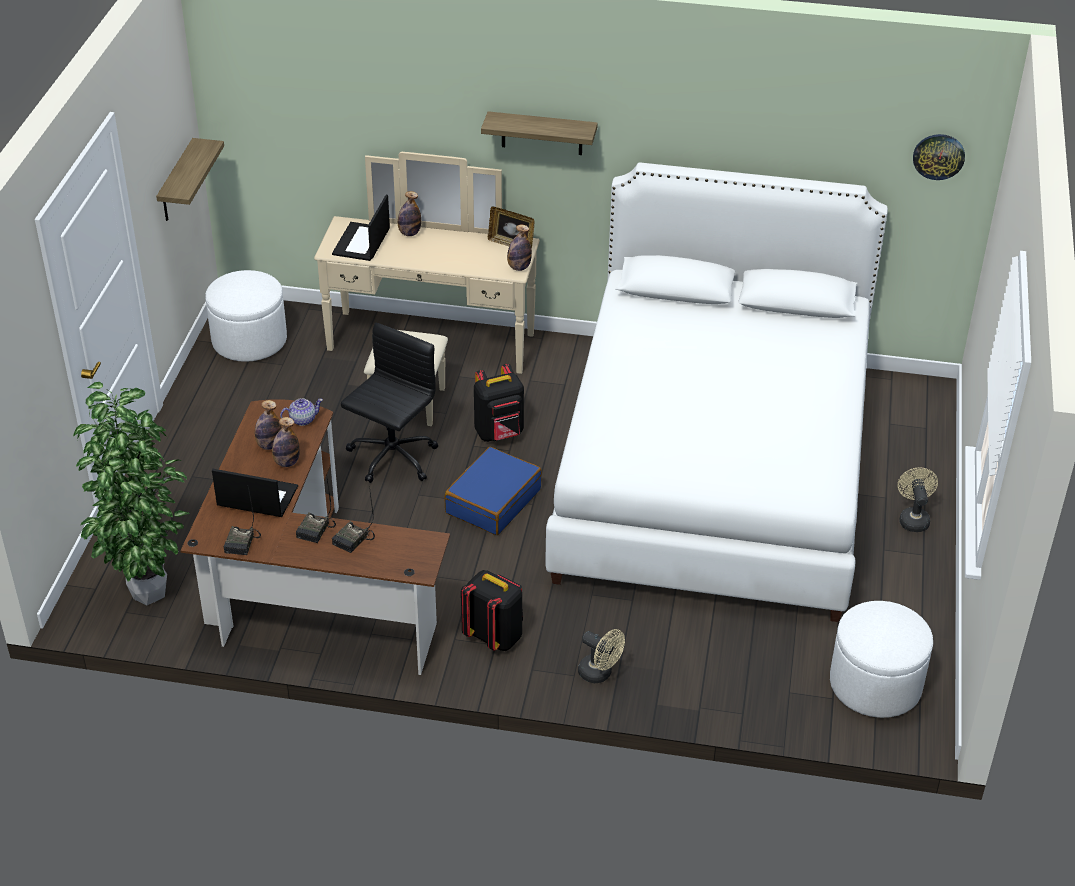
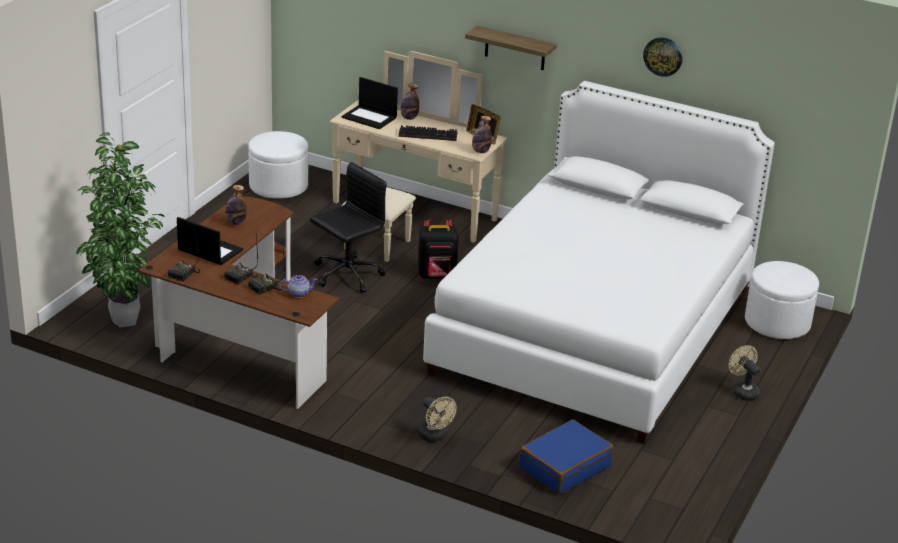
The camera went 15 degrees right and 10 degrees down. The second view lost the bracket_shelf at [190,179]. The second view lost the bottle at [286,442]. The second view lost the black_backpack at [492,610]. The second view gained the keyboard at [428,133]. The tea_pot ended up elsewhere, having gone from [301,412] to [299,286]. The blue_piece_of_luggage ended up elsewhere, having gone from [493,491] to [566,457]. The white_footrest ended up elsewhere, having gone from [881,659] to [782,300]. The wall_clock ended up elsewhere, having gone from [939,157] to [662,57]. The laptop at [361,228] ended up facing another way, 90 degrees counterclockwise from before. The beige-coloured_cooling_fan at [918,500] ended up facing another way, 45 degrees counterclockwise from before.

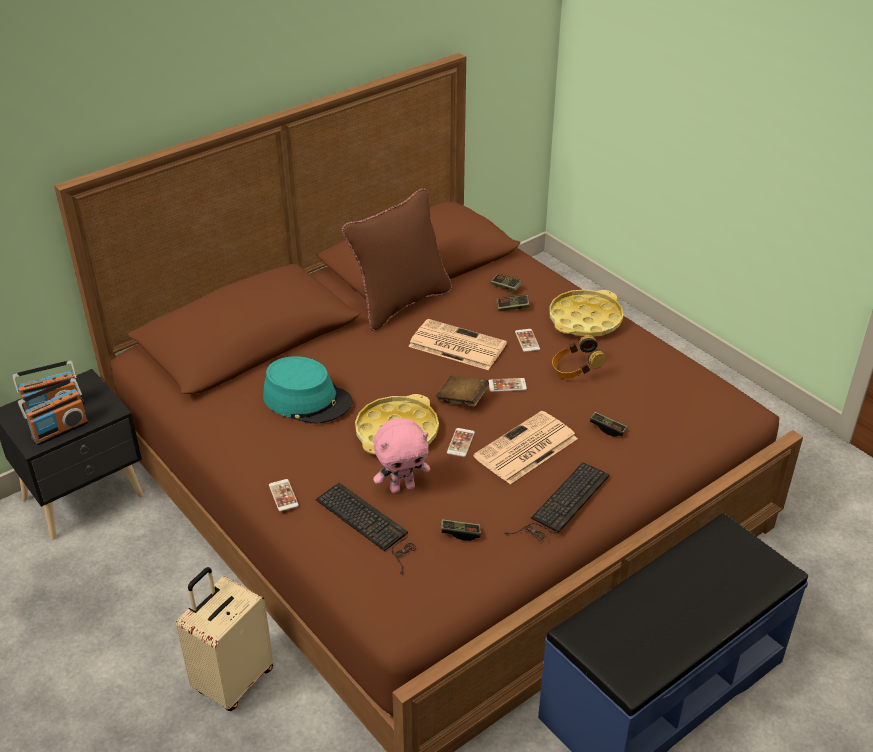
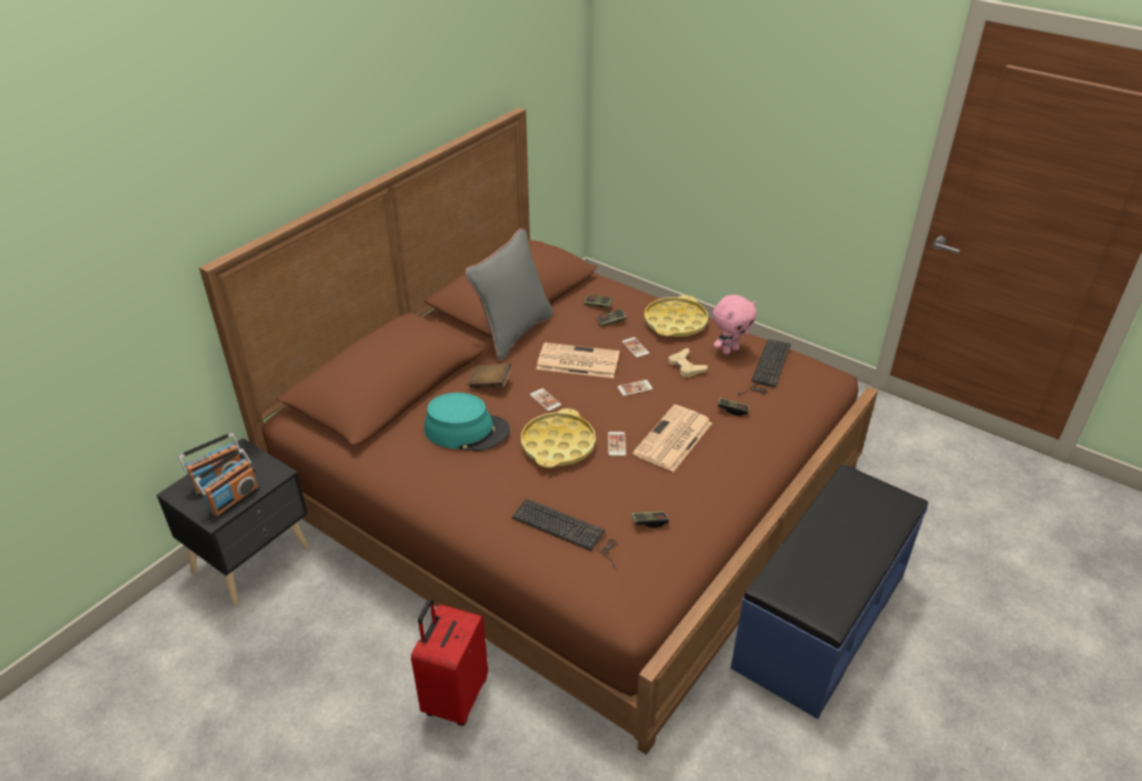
The camera went 15 degrees left and 0 degrees up. The handset ended up elsewhere, having gone from [284,495] to [545,399]. The pink_plush_toy ended up elsewhere, having gone from [401,455] to [735,325]. The brownish_book ended up elsewhere, having gone from [462,391] to [489,376]. The keyboard ended up elsewhere, having gone from [556,501] to [764,367]. Where the pair_of_headphones stood at [579,357], the beige-coloured_game_controller came to stand at [688,363]. What was the beige-coloured_piece_of_luggage at [224,639] turned into the red_piece_of_luggage at [449,662]. What was the brownish_pillow at [397,259] turned into the greyish_pillow at [509,294].

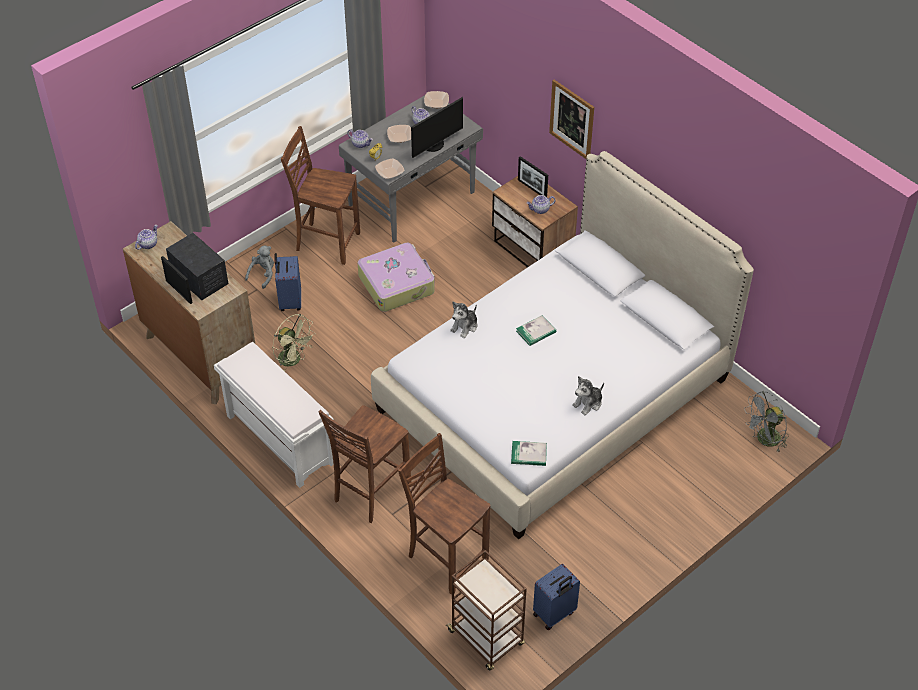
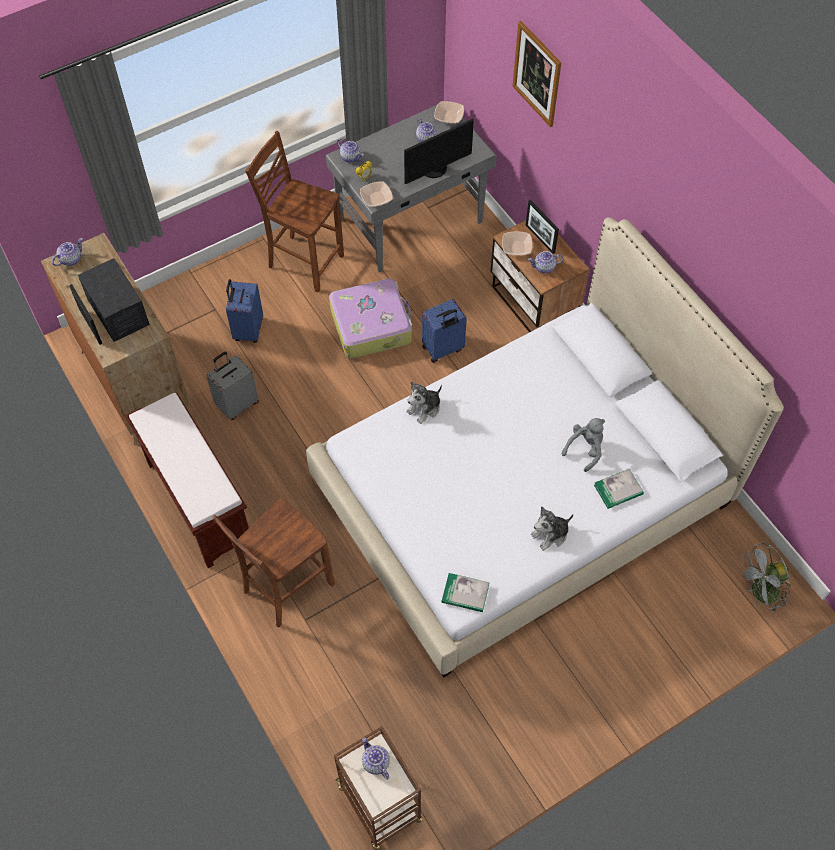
The camera went 10 degrees right and 10 degrees up. The second view lost the brownish_plain_chair at [444,514]. The second view gained the tea_pot at [376,758]. The greyish_plush_toy ended up elsewhere, having gone from [259,267] to [583,445]. The deep_dish ended up elsewhere, having gone from [399,134] to [517,243]. The book ended up elsewhere, having gone from [536,330] to [619,489]. The blue_piece_of_luggage ended up elsewhere, having gone from [556,597] to [444,331]. The wall_art ended up elsewhere, having gone from [571,119] to [536,74]. Where the green-coloured_cooling_fan stood at [294,342], the greyish_piece_of_luggage came to stand at [233,386]. What was the white_indoor_bench at [274,415] turned into the brownish_indoor_bench at [187,480].

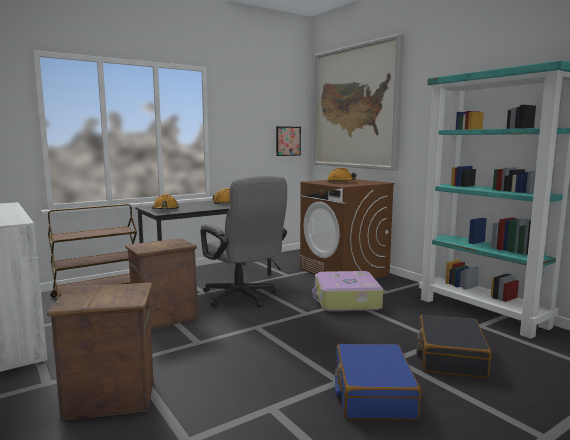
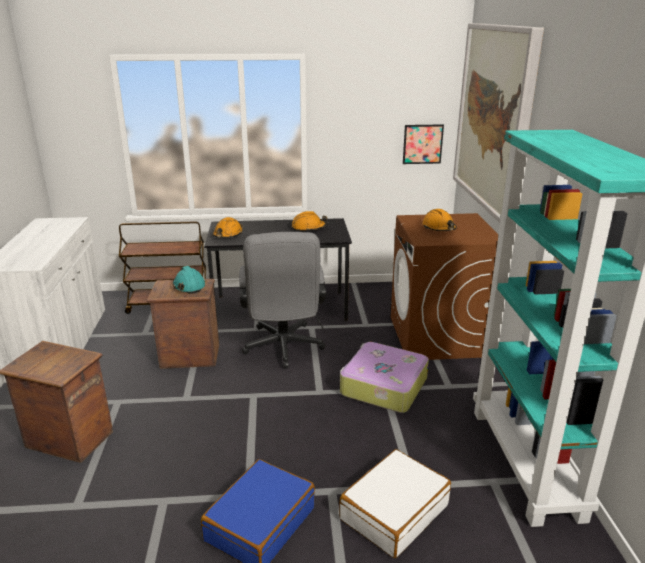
The camera went 30 degrees right and 15 degrees up. The second view gained the blue-green_safety_helmet at [189,280]. What was the black_piece_of_luggage at [453,346] turned into the white_piece_of_luggage at [395,503].

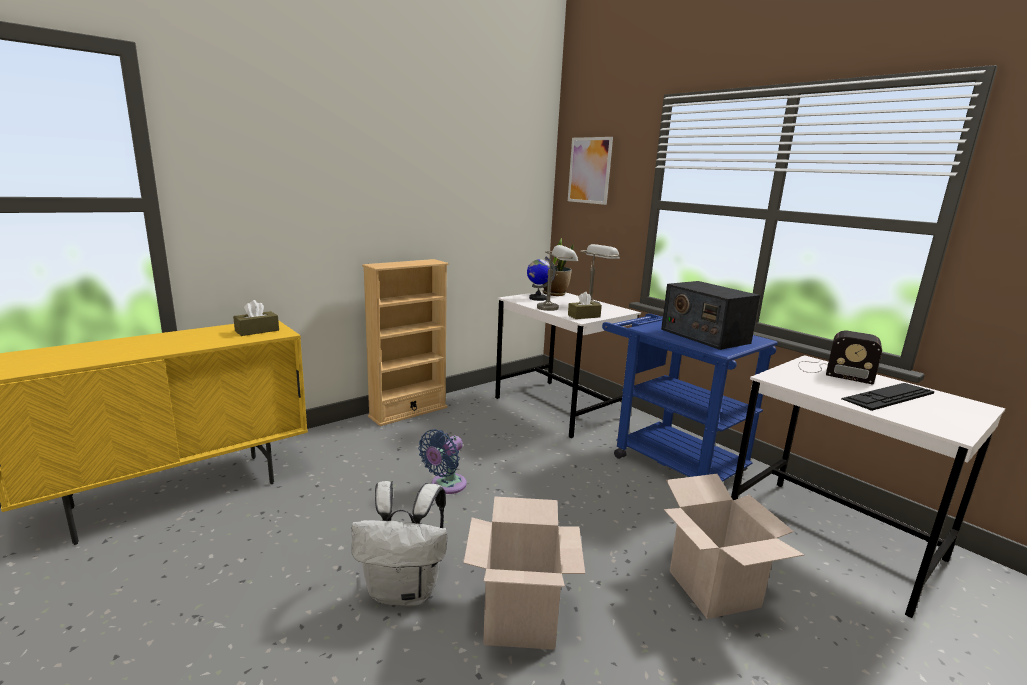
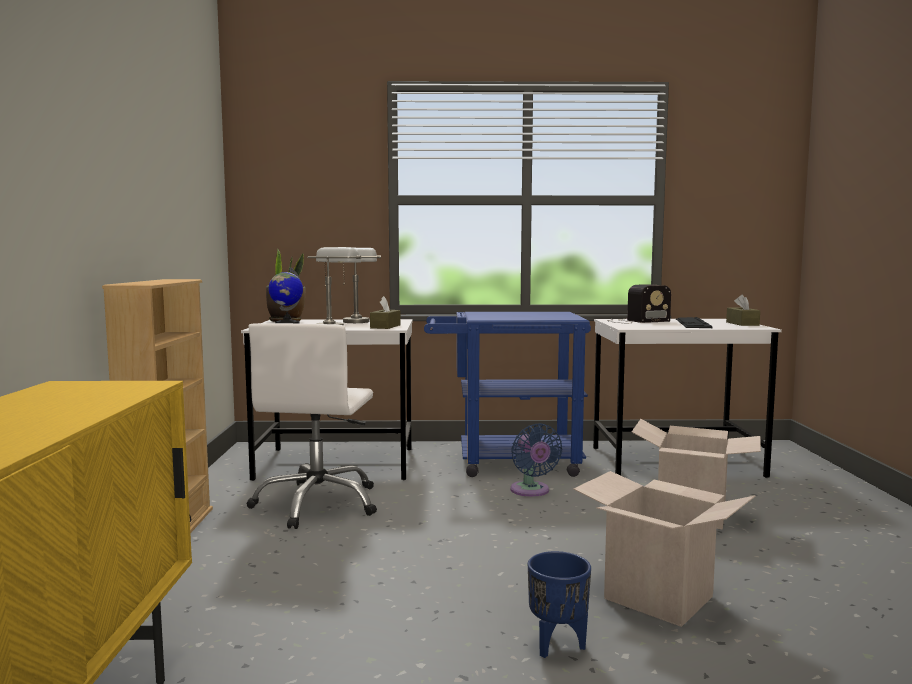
The camera went 50 degrees left and 10 degrees down. The second view lost the wall_art at [590,171]. The second view lost the radio at [710,315]. The second view gained the white_office_chair at [312,426]. The brownish_box_of_tissues ended up elsewhere, having gone from [256,318] to [743,310]. The blue_cooling_fan ended up elsewhere, having gone from [442,461] to [536,460]. Where the white_backpack stood at [400,543], the blue_plant_pot came to stand at [559,604].

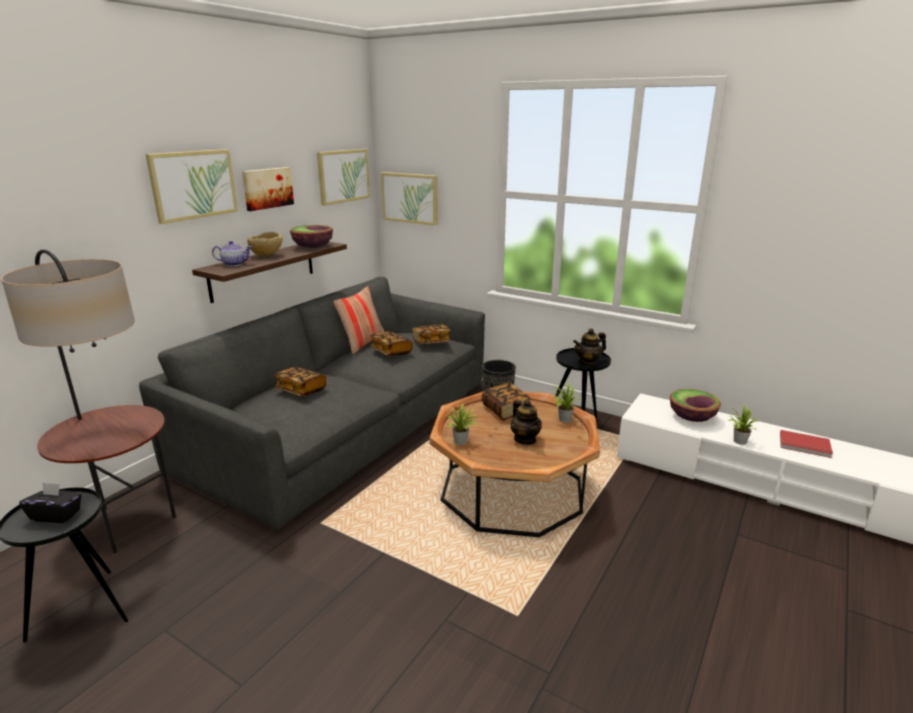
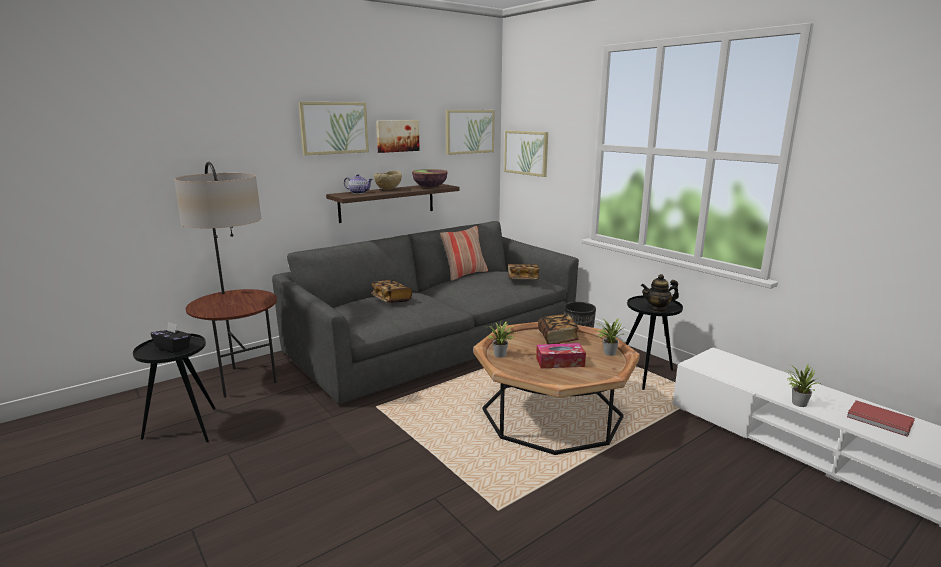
The camera went 20 degrees right and 5 degrees down. The second view lost the book at [391,343]. The second view lost the deep_dish at [695,405]. Where the tea_pot stood at [526,422], the box_of_tissues came to stand at [561,356].

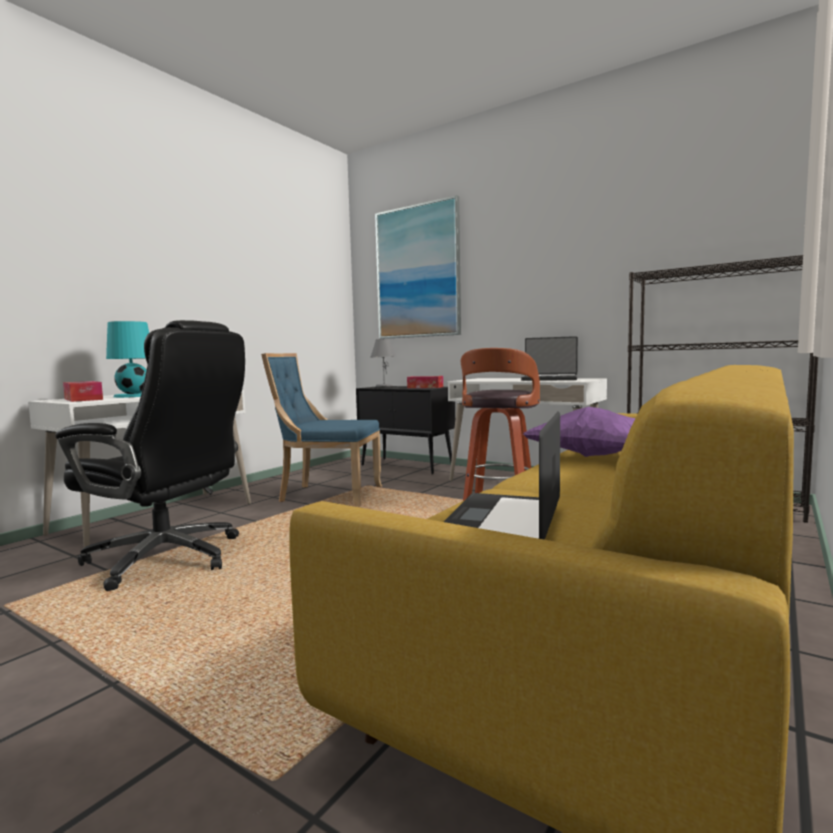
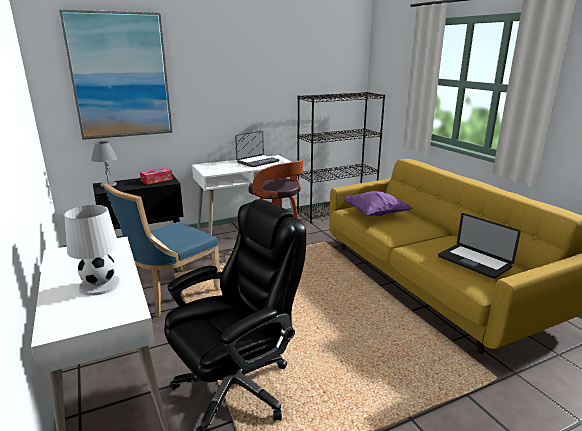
The camera went 60 degrees left and 15 degrees up. The second view lost the box_of_tissues at [83,391]. What was the blue-green_tabletop_lamp at [127,359] turned into the white_tabletop_lamp at [92,250].

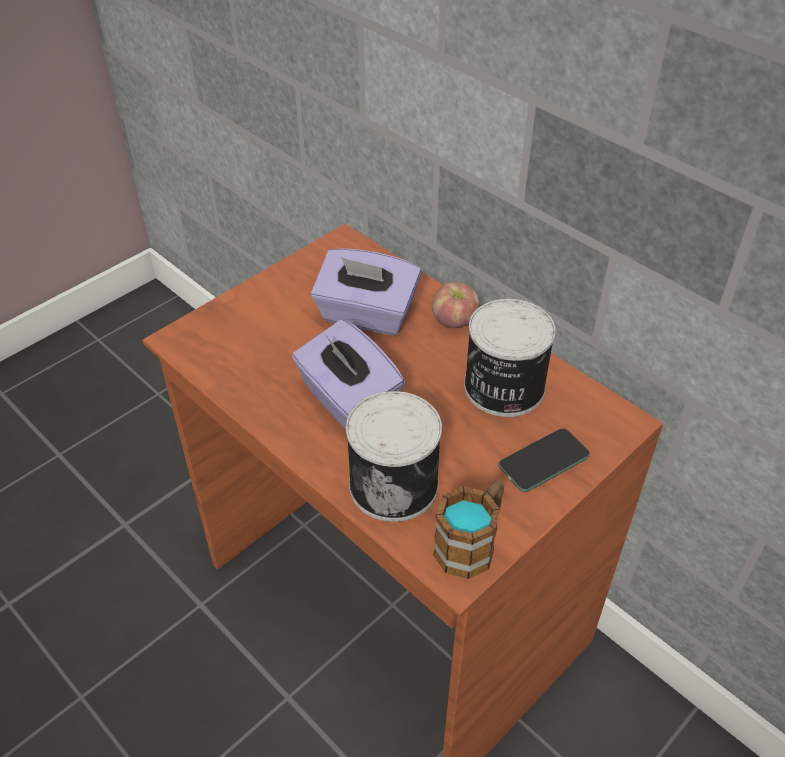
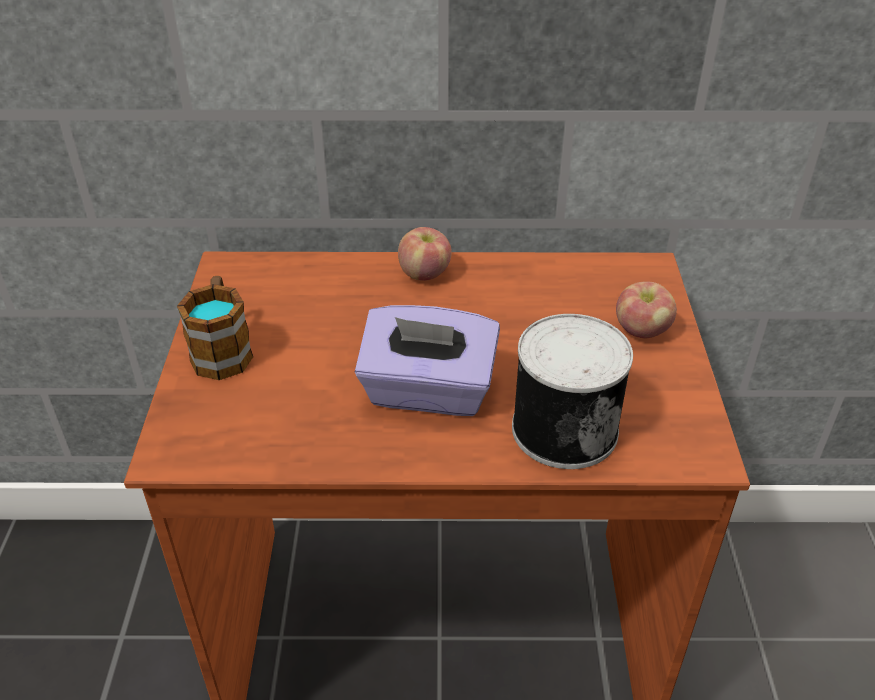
The camera went 45 degrees left and 5 degrees down. The second view lost the purplish_box_of_tissues at [366,291]. The second view lost the can at [510,358]. The mug ended up elsewhere, having gone from [468,529] to [215,328]. Where the handset stood at [544,460], the whole_apple came to stand at [646,309].

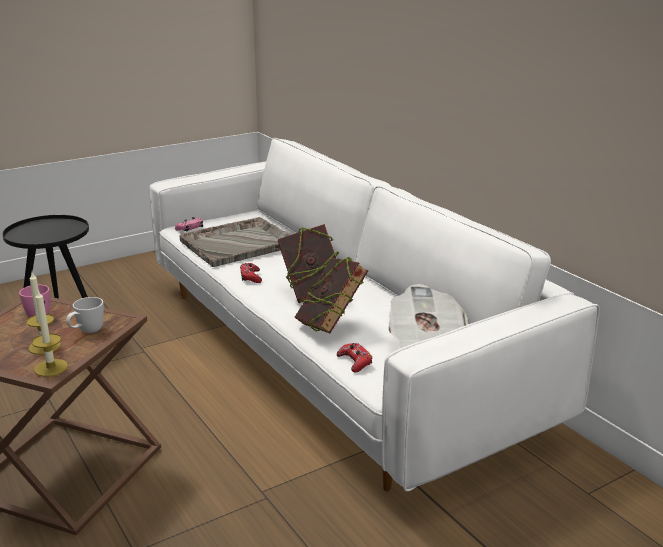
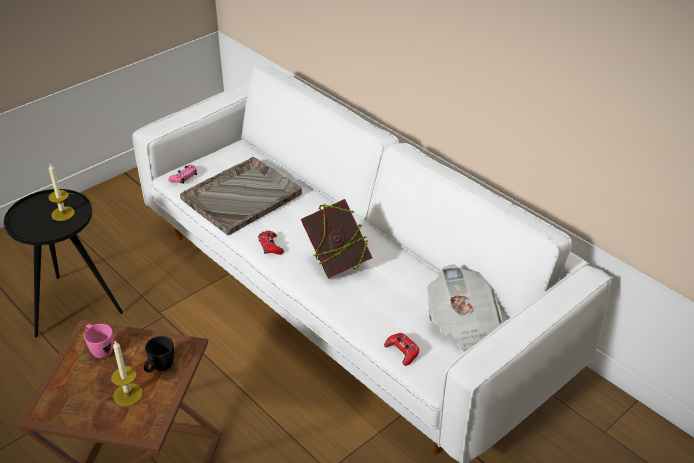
The camera went 10 degrees left and 15 degrees up. The second view lost the book at [332,295]. The candle ended up elsewhere, having gone from [50,333] to [61,192]. What was the white_mug at [85,315] turned into the black_mug at [159,354].

